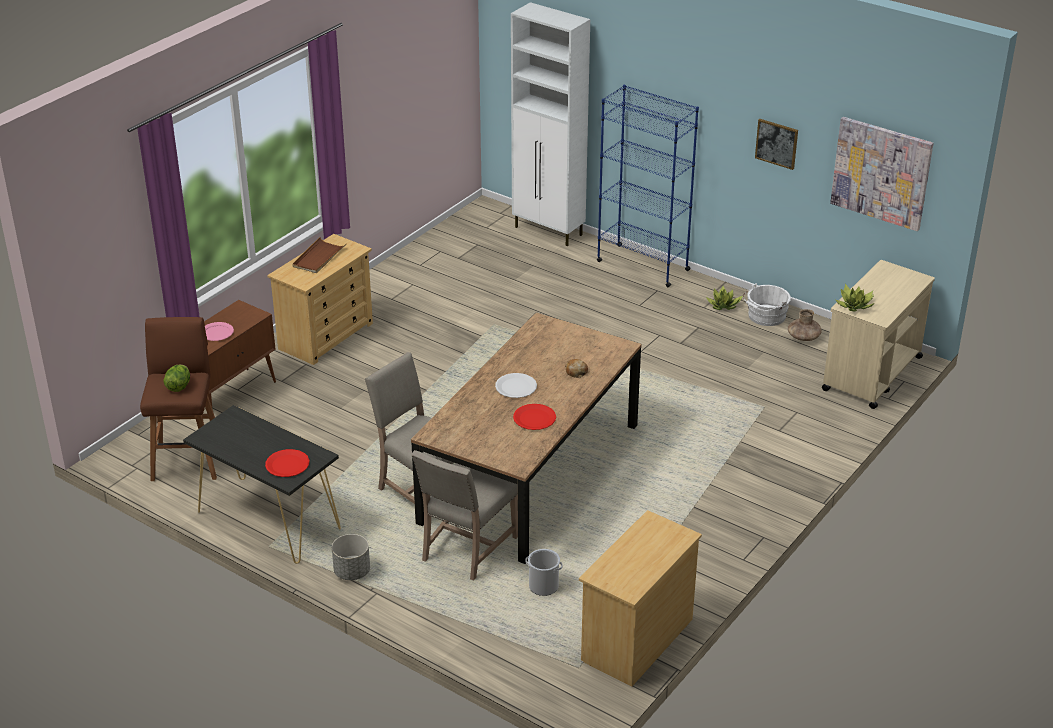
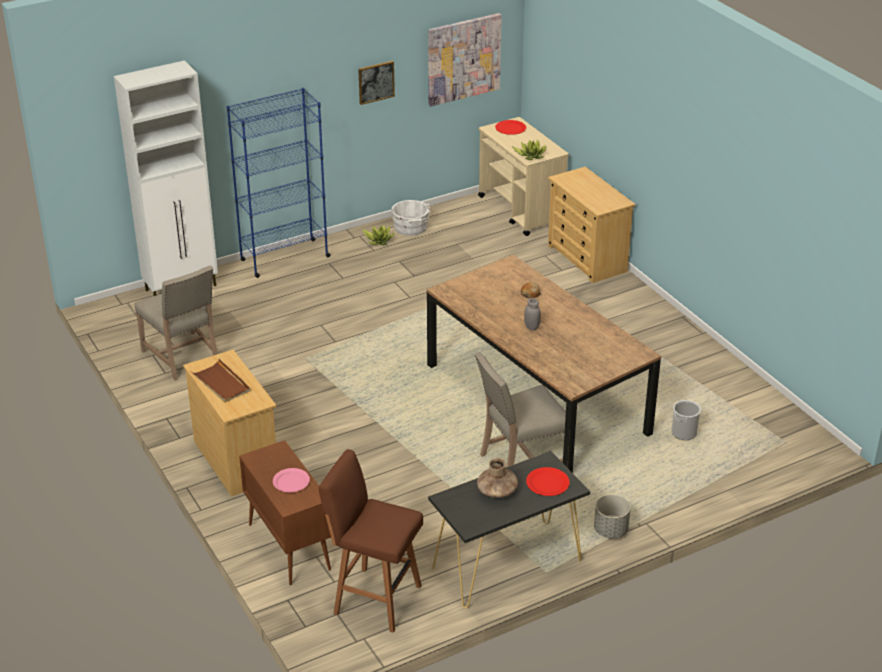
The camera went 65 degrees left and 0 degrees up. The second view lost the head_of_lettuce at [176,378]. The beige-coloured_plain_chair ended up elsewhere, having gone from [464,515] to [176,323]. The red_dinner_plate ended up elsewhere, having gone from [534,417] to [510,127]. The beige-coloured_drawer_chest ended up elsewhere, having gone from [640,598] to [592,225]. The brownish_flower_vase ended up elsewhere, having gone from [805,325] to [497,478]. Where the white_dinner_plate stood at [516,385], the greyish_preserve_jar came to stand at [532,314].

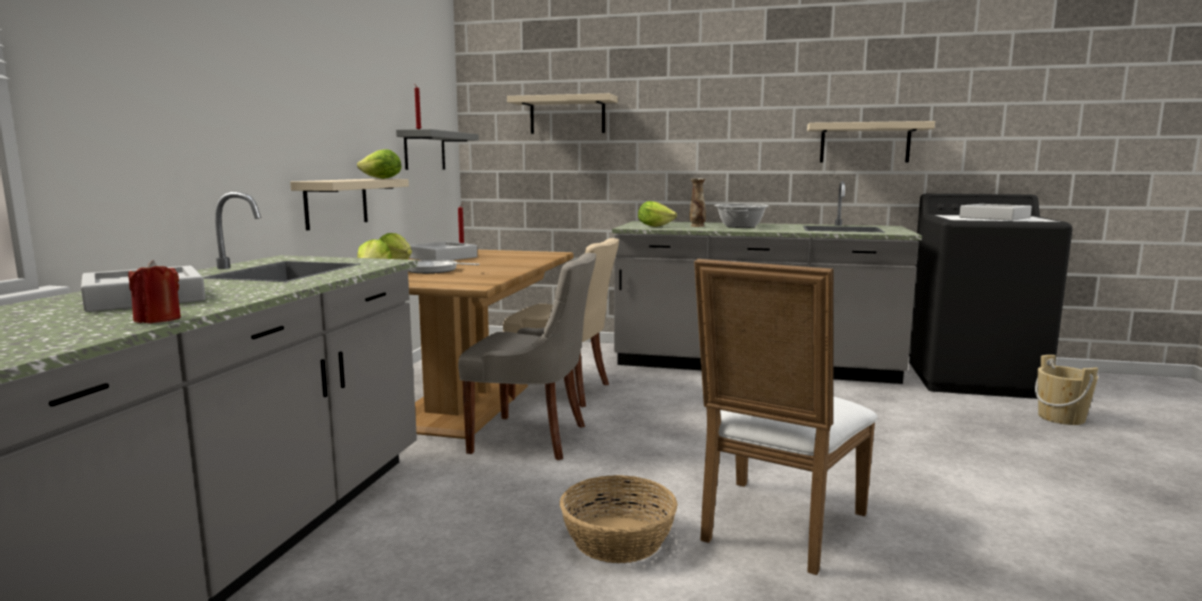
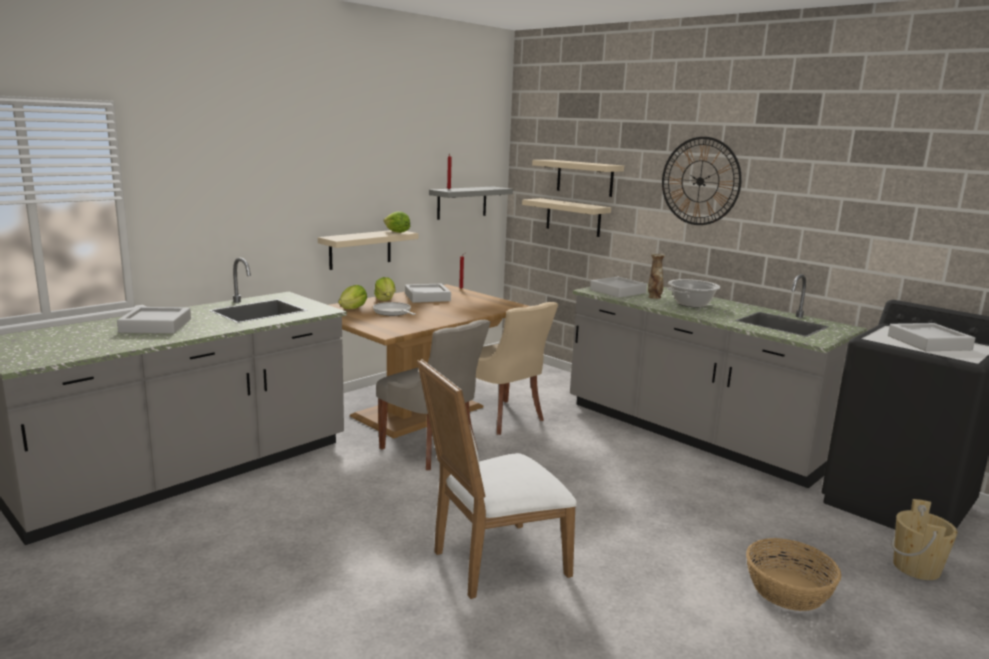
The camera went 30 degrees right and 5 degrees up. The second view lost the red_candle at [154,291]. The second view gained the wall_clock at [702,181]. The storage_basket ended up elsewhere, having gone from [619,519] to [793,574]. The beige-coloured_bracket_shelf ended up elsewhere, having gone from [871,142] to [566,217]. Where the head_of_lettuce stood at [657,214], the greyish_serving_tray came to stand at [618,287].

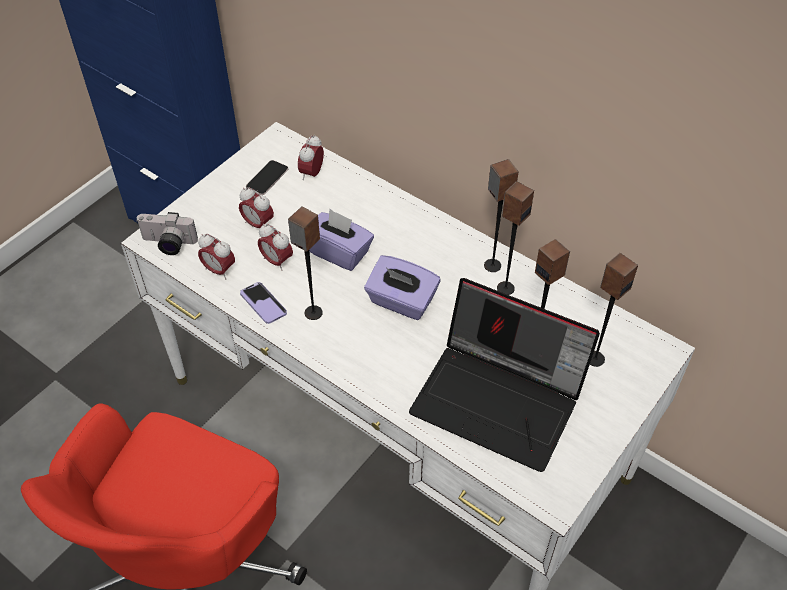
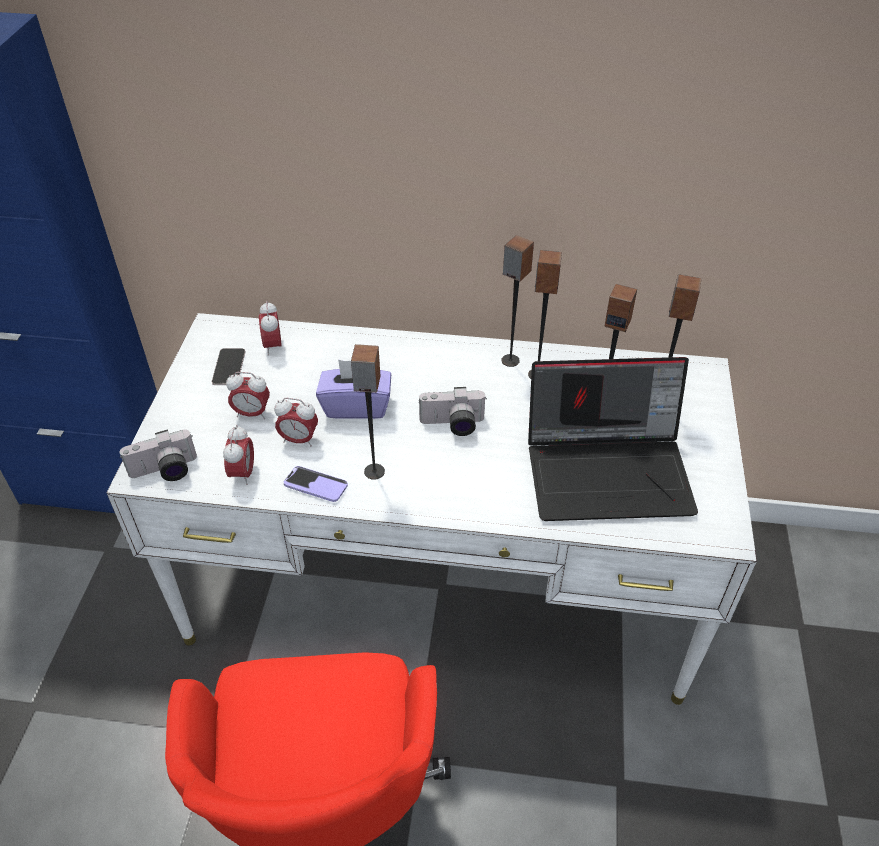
The camera went 30 degrees left and 5 degrees down. Where the purplish_box_of_tissues stood at [402,287], the still_camera came to stand at [452,411]. The table_clock at [216,256] ended up facing another way, 90 degrees counterclockwise from before.

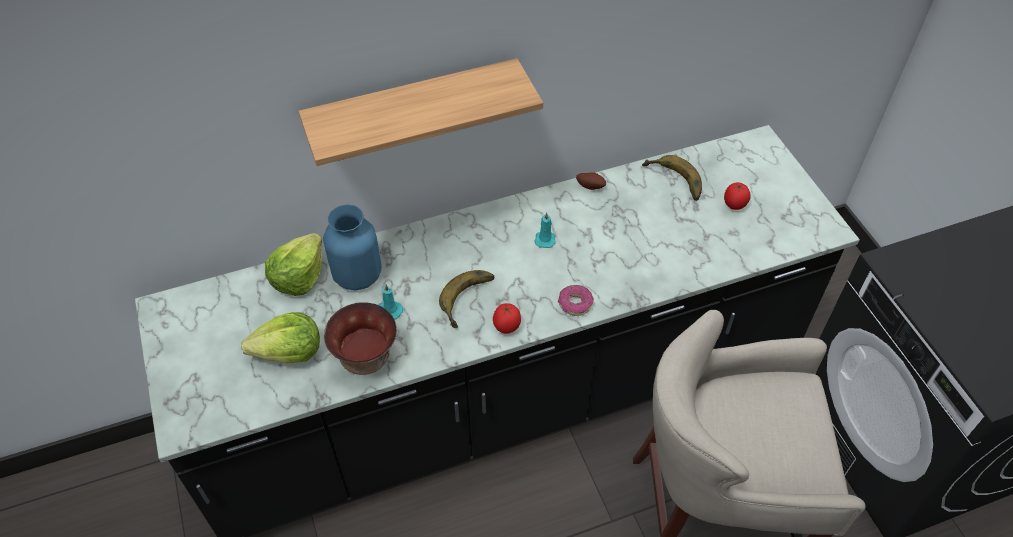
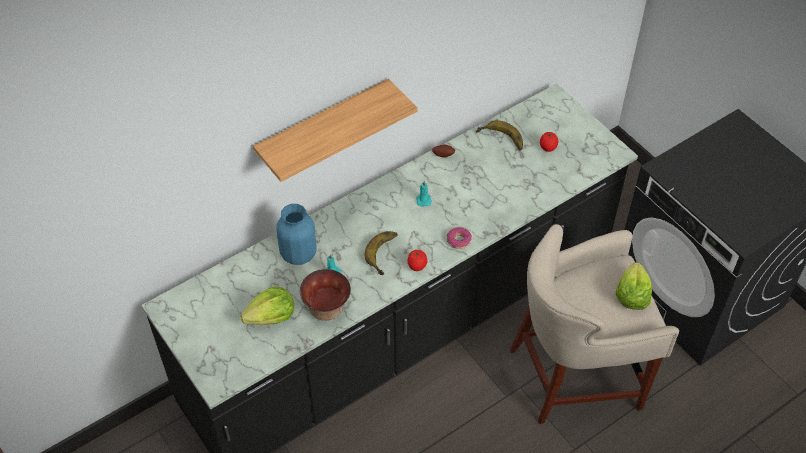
The camera went 15 degrees left and 0 degrees up. The head_of_lettuce ended up elsewhere, having gone from [293,264] to [634,286].

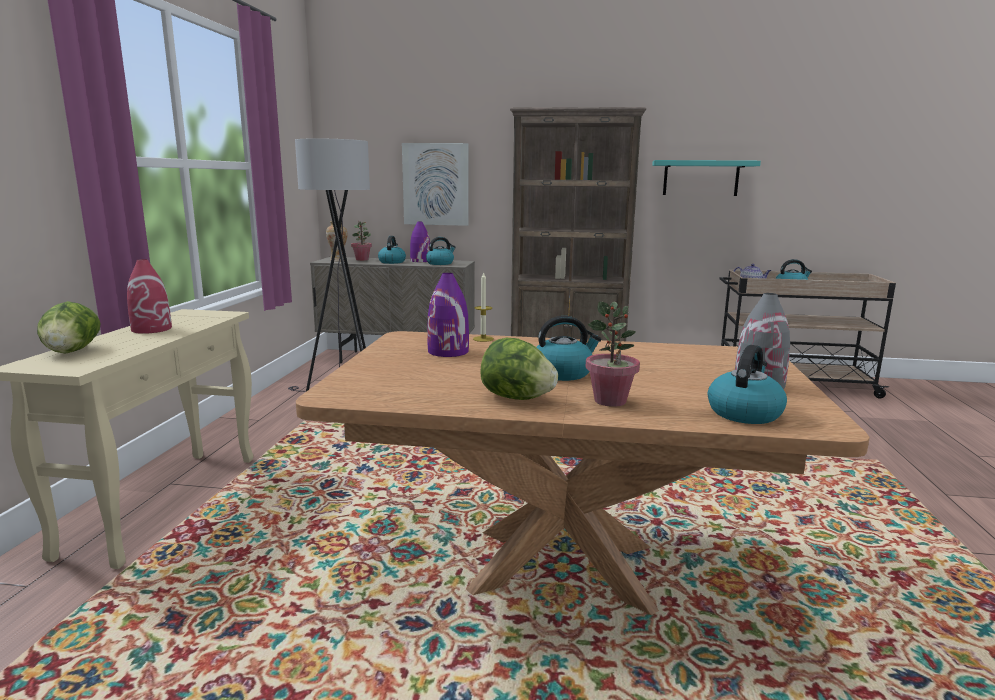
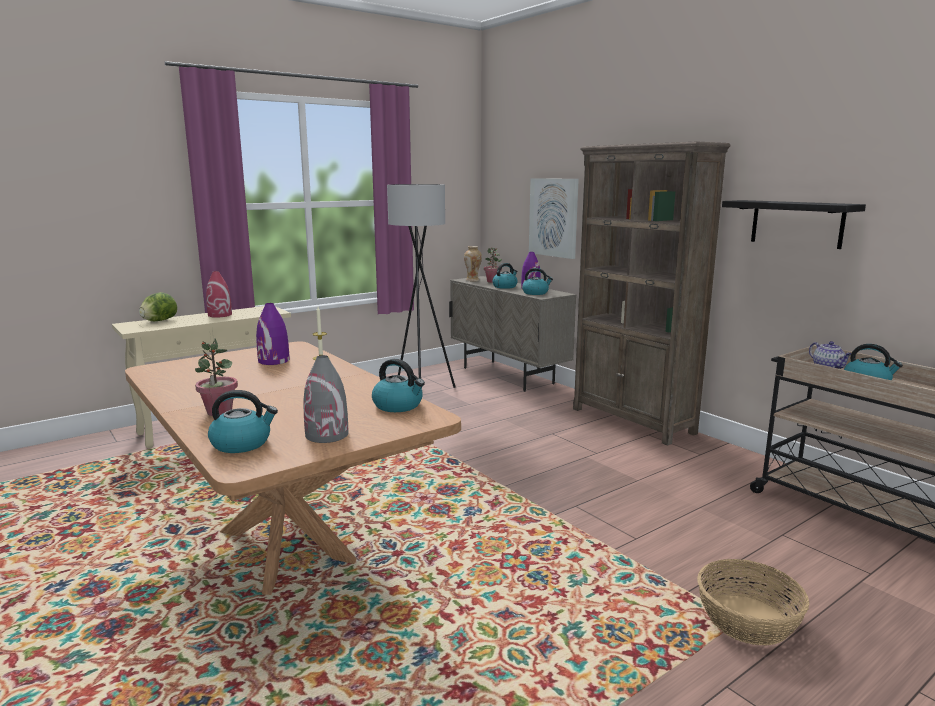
The camera went 45 degrees right and 0 degrees up. The second view lost the head_of_lettuce at [519,369]. The second view gained the storage_basket at [753,602]. The kettle ended up elsewhere, having gone from [569,348] to [398,385]. What was the blue-green_bracket_shelf at [706,178] turned into the black_bracket_shelf at [794,224].

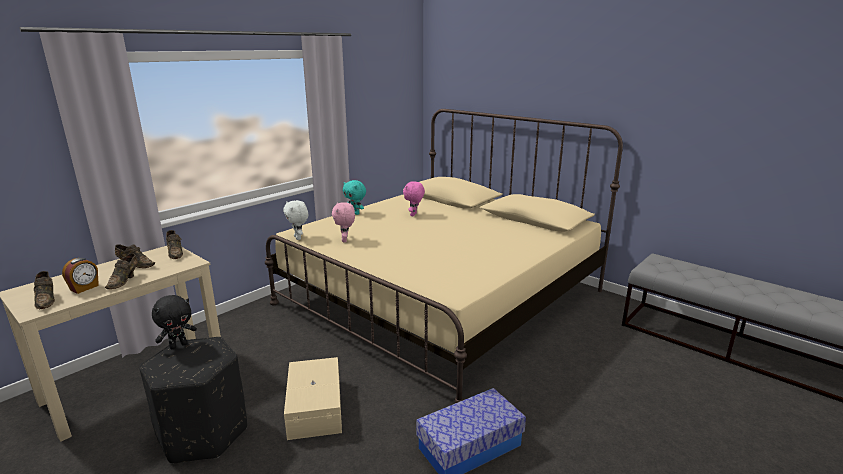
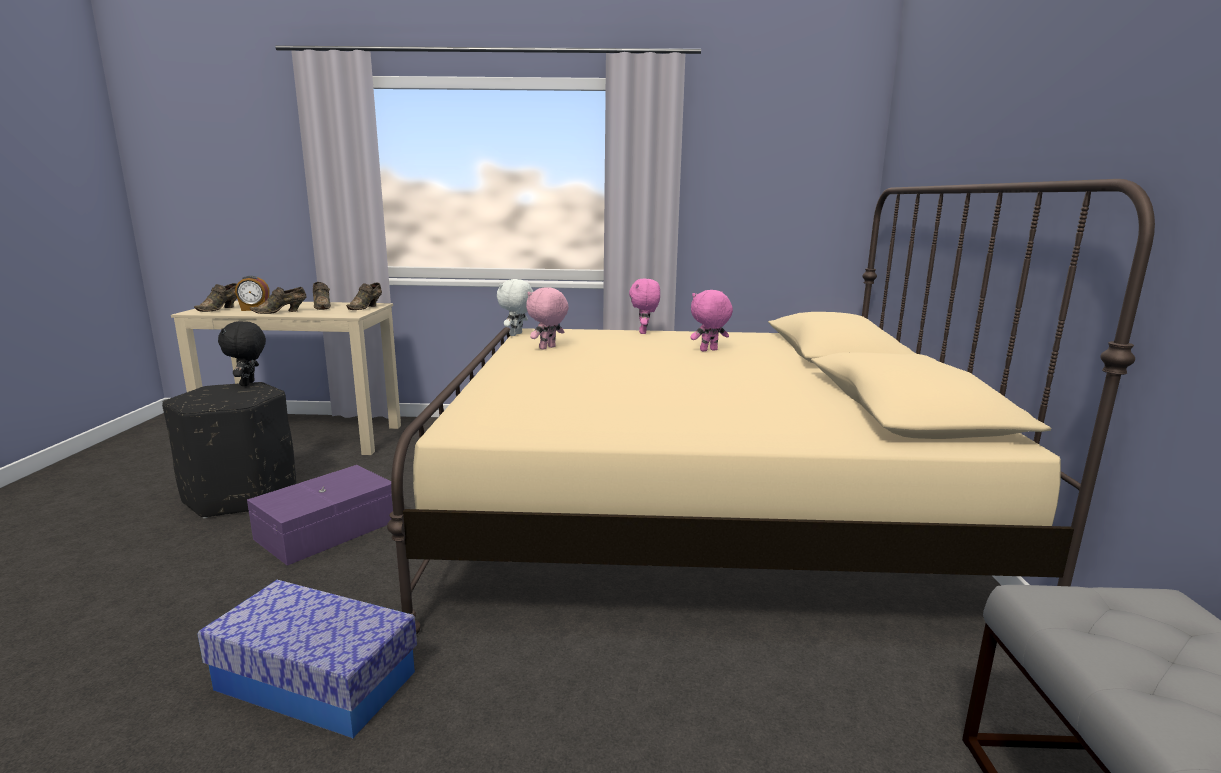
The camera went 50 degrees right and 5 degrees down. What was the beige-coloured_storage_bin at [313,398] turned into the purplish_storage_bin at [320,515]. What was the blue-green_plush_toy at [354,197] turned into the pink_plush_toy at [644,306]. The black_plush_toy at [174,322] ended up facing another way, 75 degrees clockwise from before.

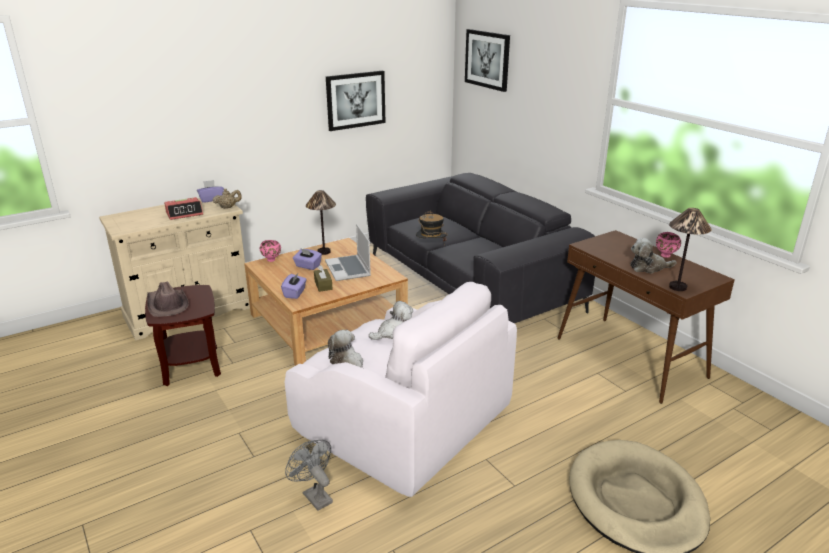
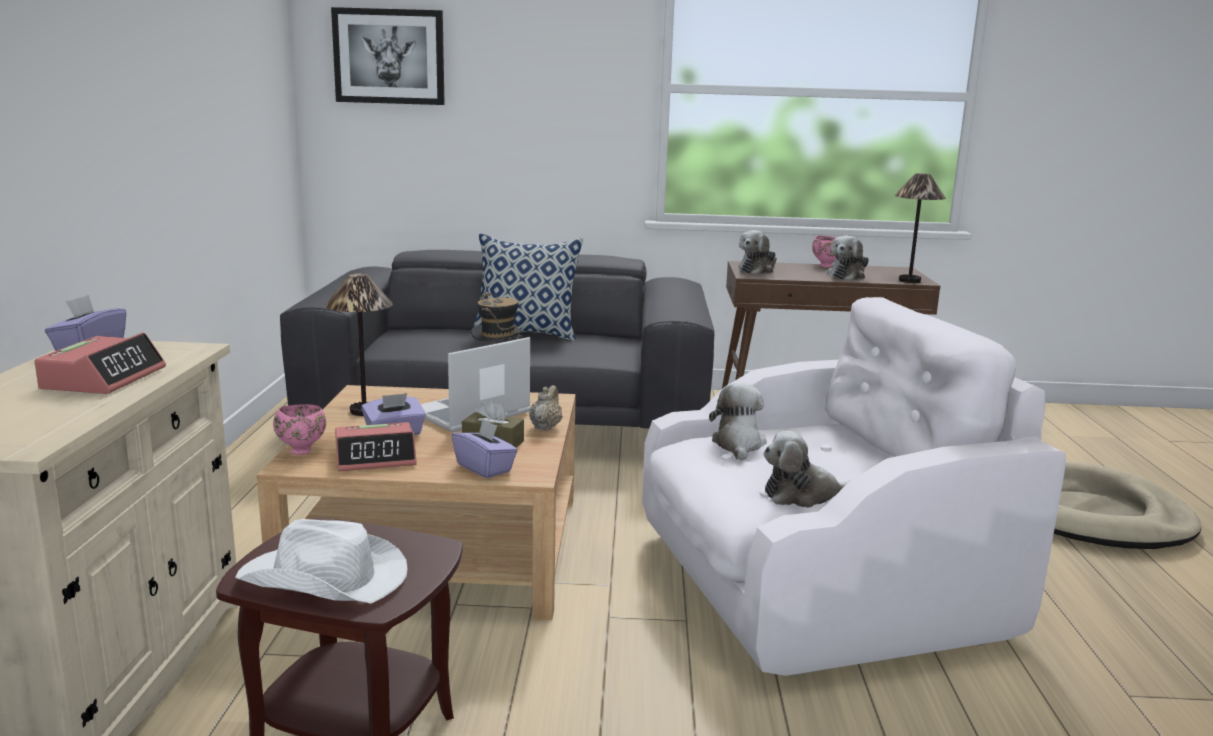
The camera went 55 degrees left and 10 degrees down. The second view lost the greyish_cooling_fan at [309,475]. The second view lost the wall_art at [355,101]. The second view gained the table_clock at [376,446]. The second view gained the pillow at [528,286]. The second view gained the plush_toy at [758,252]. The beige-coloured_tea_pot ended up elsewhere, having gone from [227,199] to [546,408]. What was the brownish_wearable_hat at [168,299] turned into the white_wearable_hat at [321,561]. The laptop at [348,252] ended up facing another way, 120 degrees clockwise from before.

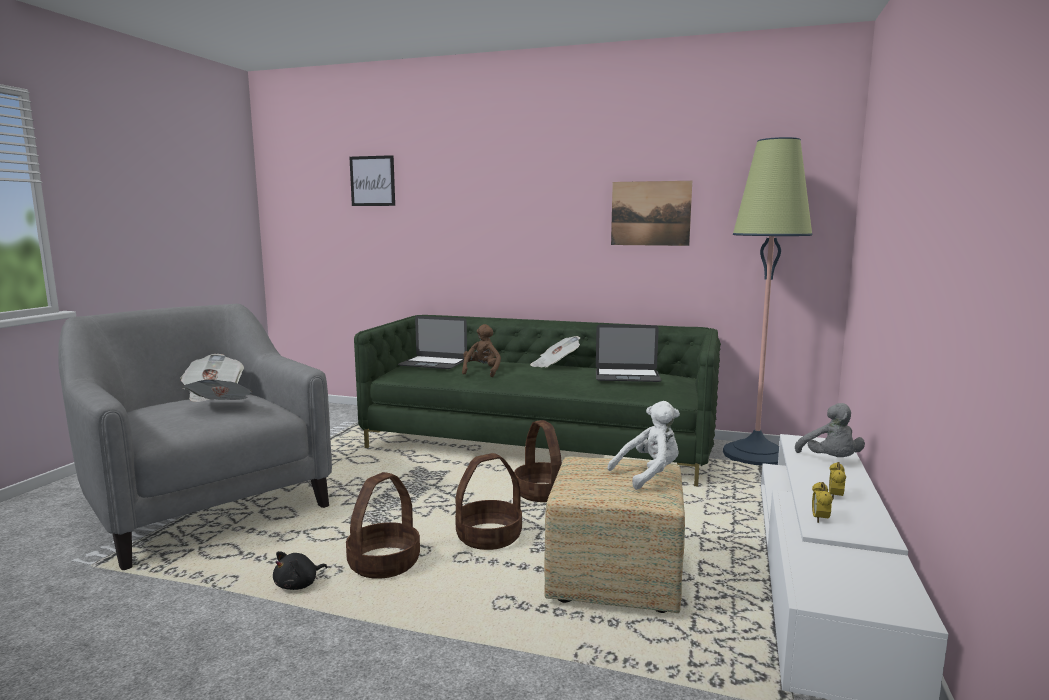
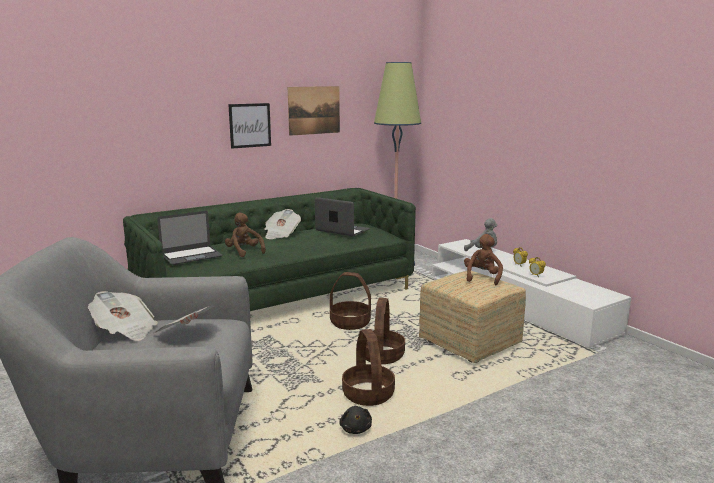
The camera went 50 degrees left and 5 degrees up. The wall_art ended up elsewhere, having gone from [372,180] to [249,126]. What was the white_plush_toy at [643,445] turned into the brownish_plush_toy at [483,259]. The laptop at [628,353] ended up facing another way, 105 degrees counterclockwise from before.

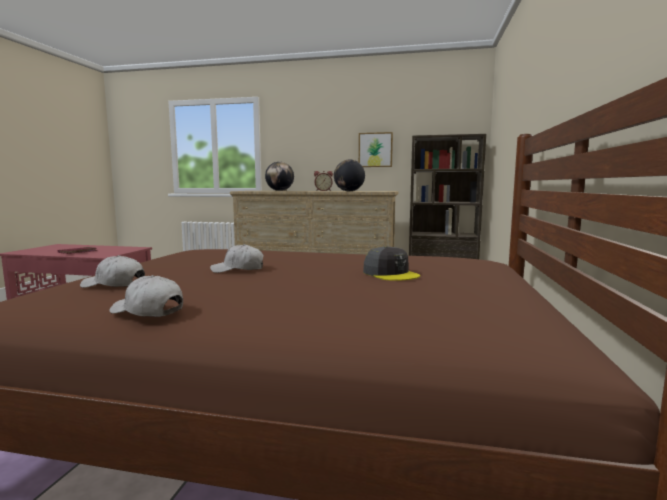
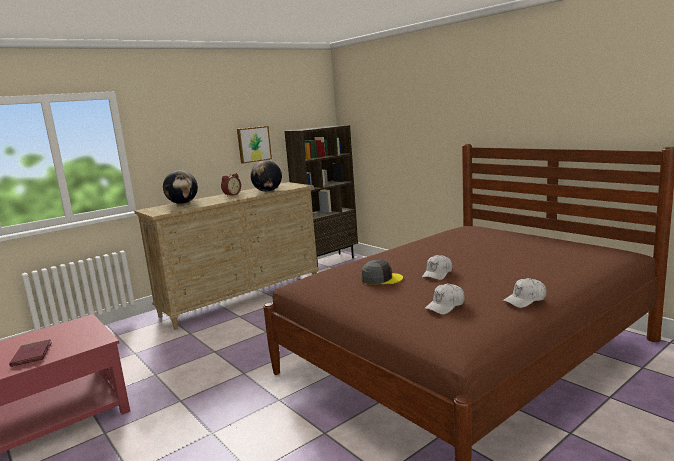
The camera went 50 degrees left and 5 degrees up. The greyish_baseball_cap ended up elsewhere, having gone from [391,263] to [382,272].

